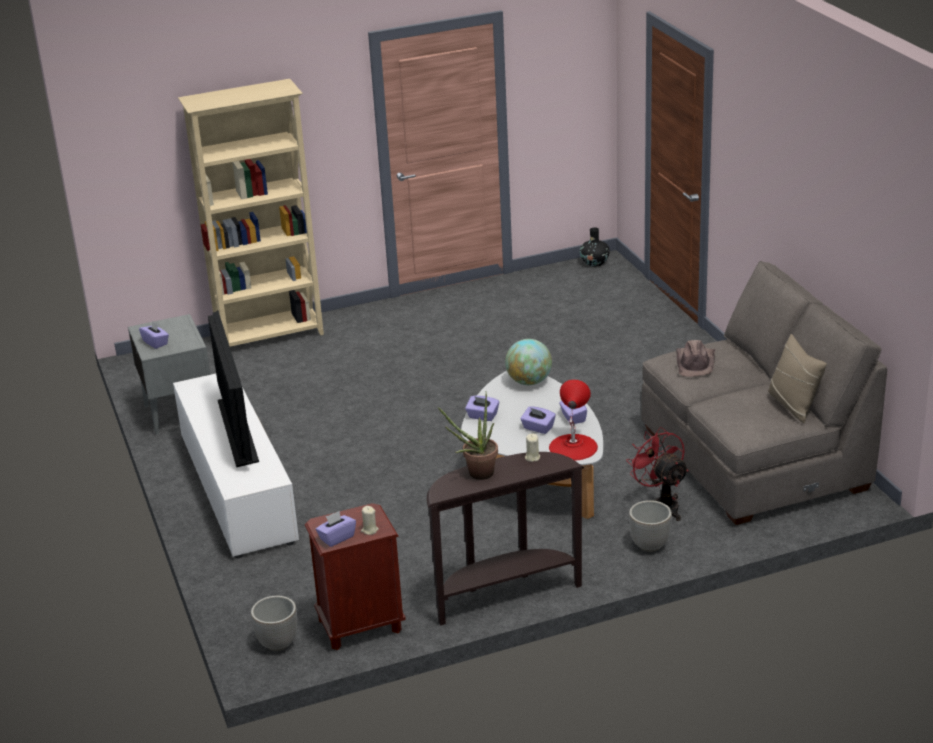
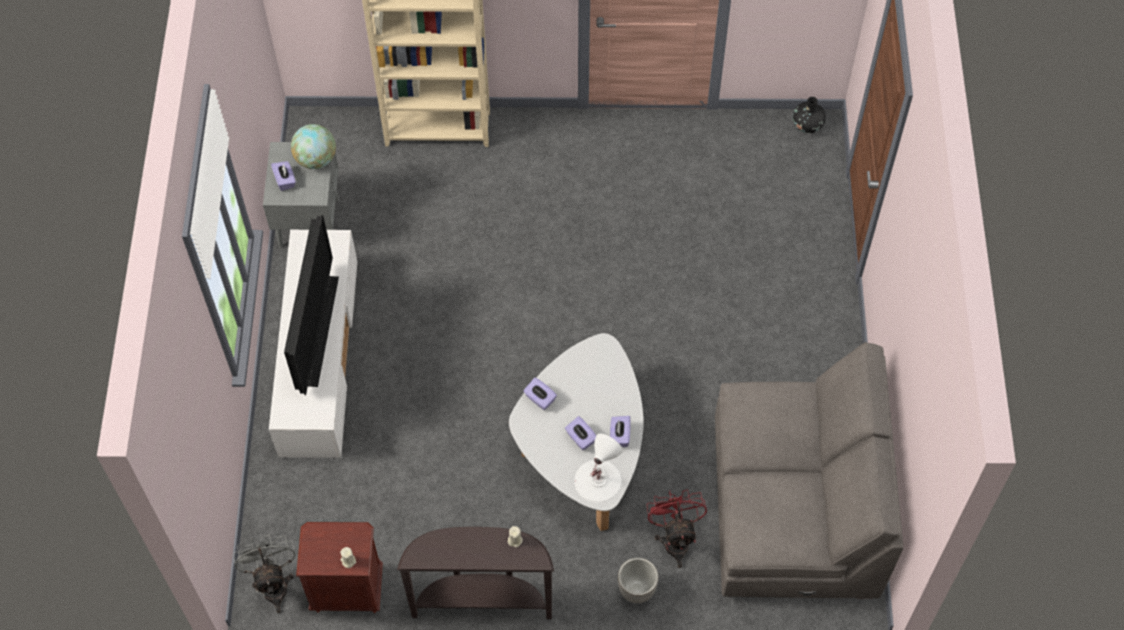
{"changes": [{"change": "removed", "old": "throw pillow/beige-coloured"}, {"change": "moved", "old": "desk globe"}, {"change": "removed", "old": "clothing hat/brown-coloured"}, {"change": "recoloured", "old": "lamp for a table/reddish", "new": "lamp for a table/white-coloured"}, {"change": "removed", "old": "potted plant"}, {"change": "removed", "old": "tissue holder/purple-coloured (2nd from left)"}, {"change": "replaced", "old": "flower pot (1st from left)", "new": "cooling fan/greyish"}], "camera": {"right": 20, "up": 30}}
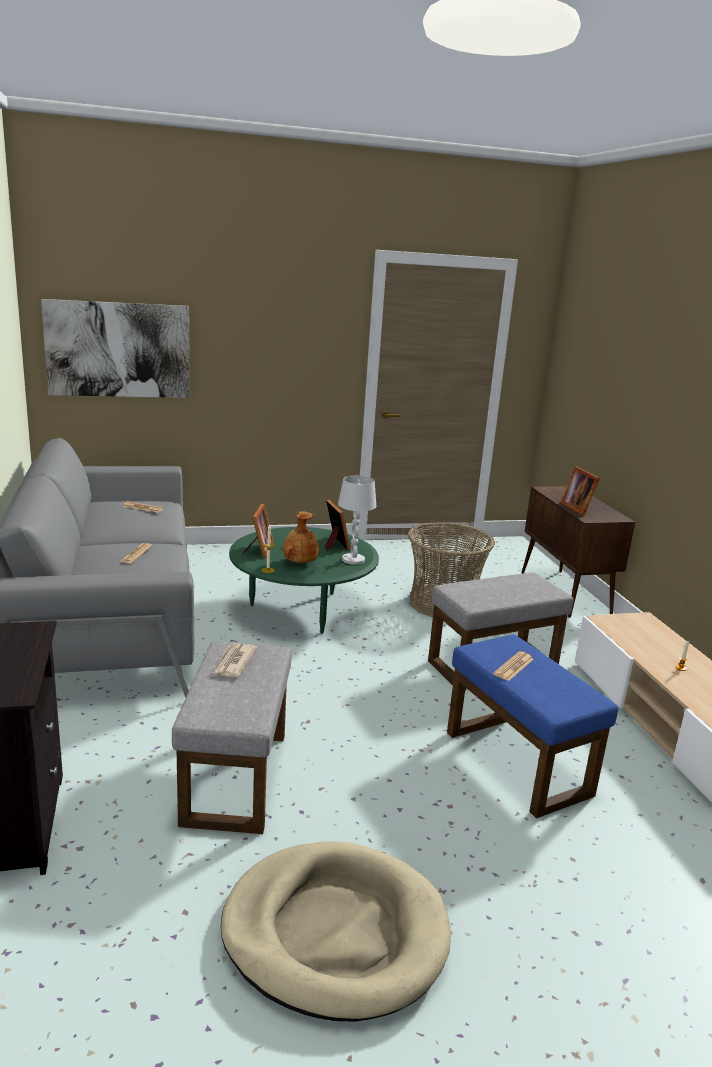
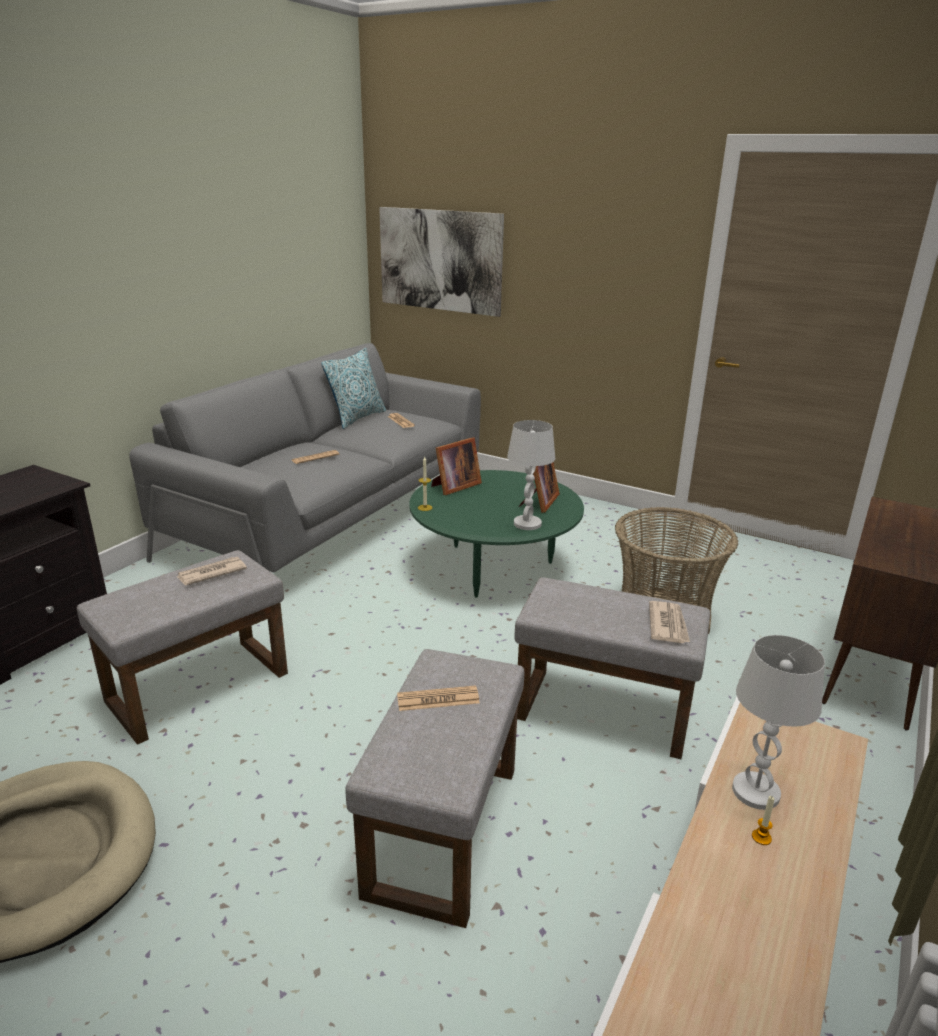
{"changes": [{"change": "removed", "old": "photo frame (3rd from left)"}, {"change": "removed", "old": "decorative vase/brown-coloured"}, {"change": "recoloured", "old": "footrest/blue", "new": "footrest/greyish (2nd from left)"}, {"change": "added", "new": "throw pillow"}, {"change": "added", "new": "newspaper (5th from left)"}, {"change": "added", "new": "lamp for a table/white-coloured (2nd from left)"}], "camera": {"right": 45, "up": 5}}
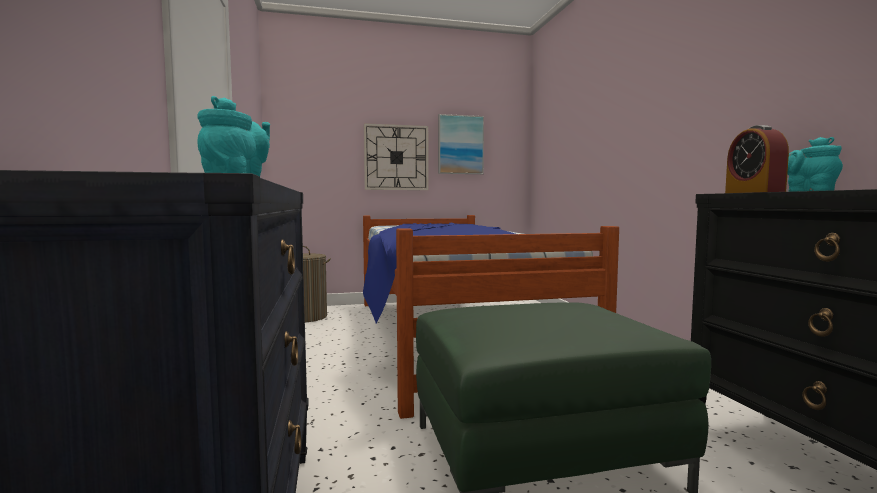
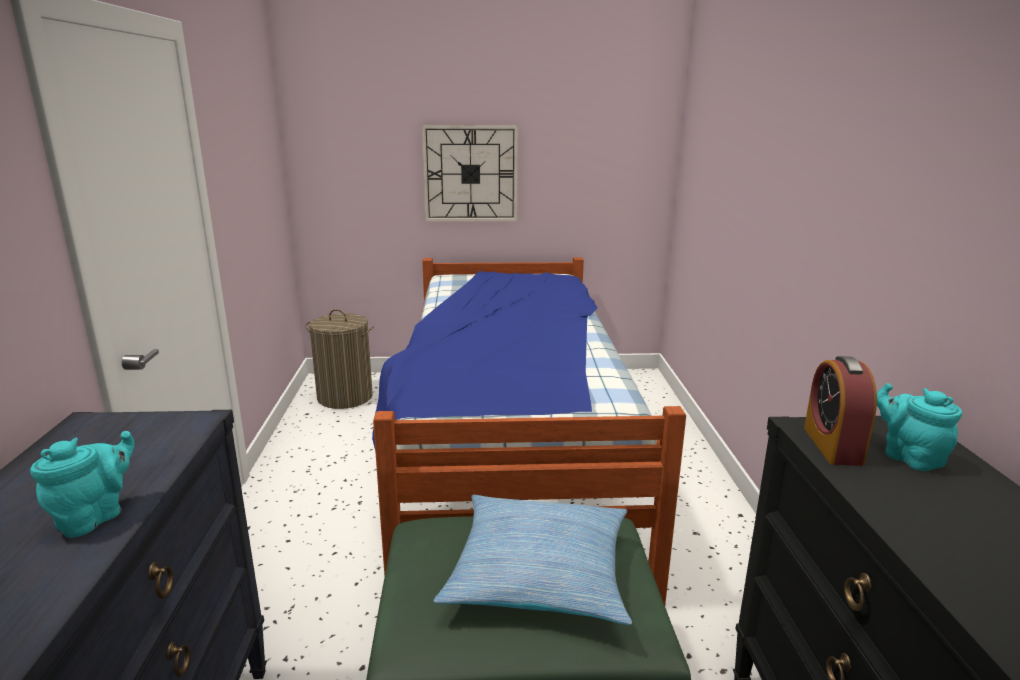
{"changes": [{"change": "removed", "old": "wall picture"}, {"change": "added", "new": "throw pillow"}], "camera": {"right": 10, "up": 15}}
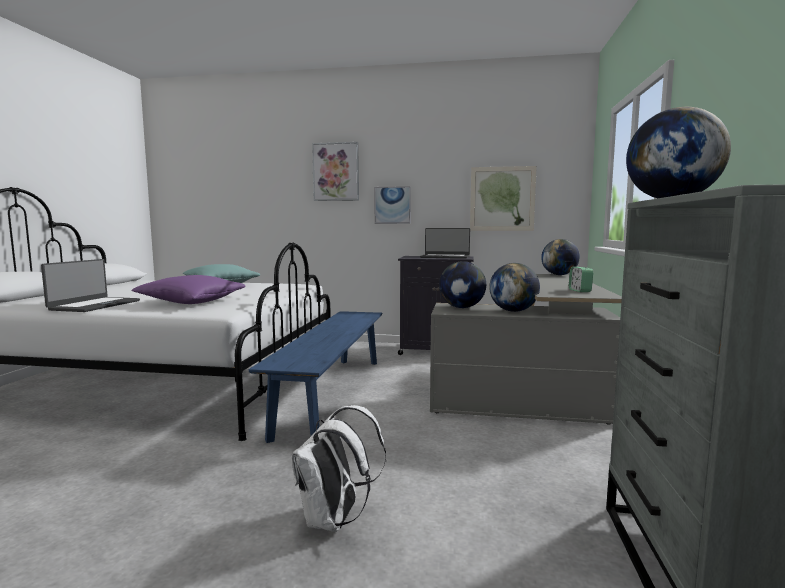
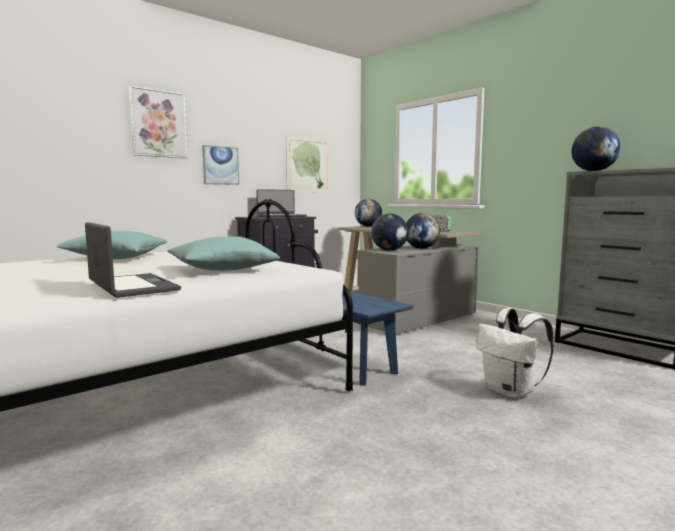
{"changes": [{"change": "recoloured", "old": "throw pillow/purple-coloured", "new": "throw pillow/blue-green (2nd from left)"}], "camera": {"right": -50, "up": 0}}
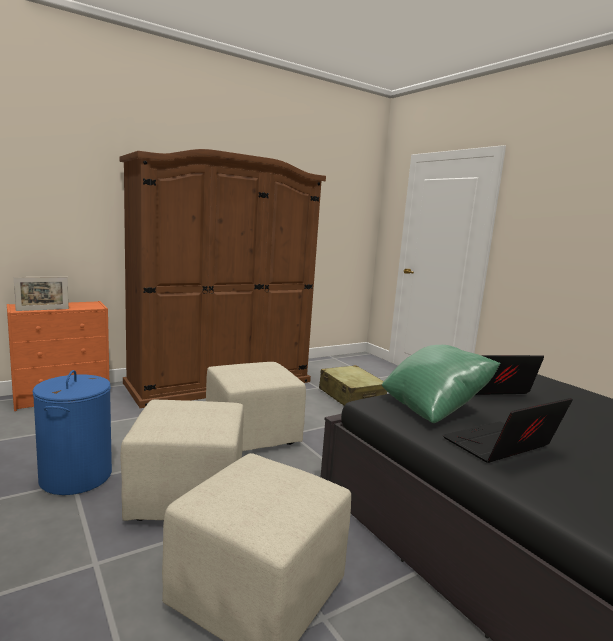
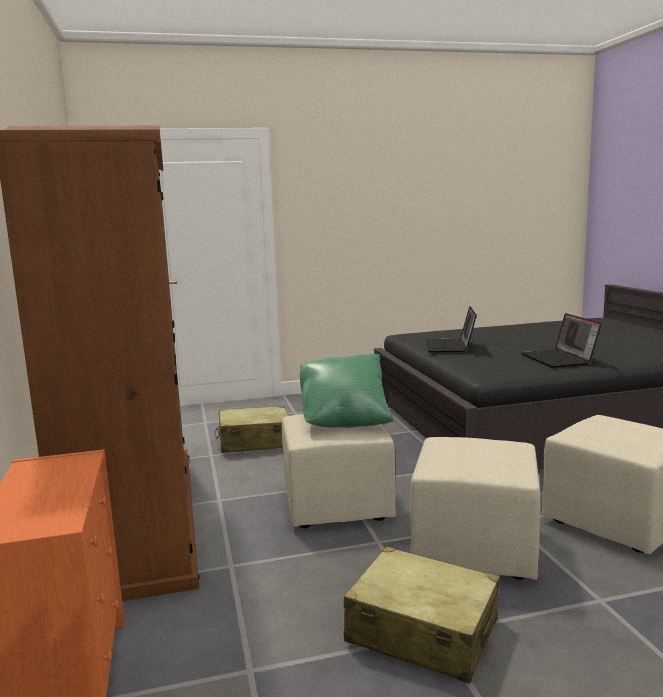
{"changes": [{"change": "removed", "old": "photo frame"}, {"change": "moved", "old": "throw pillow/green"}, {"change": "replaced", "old": "washing basket/blue", "new": "suitcase/beige-coloured (2nd from left)"}], "camera": {"right": -70, "up": 0}}
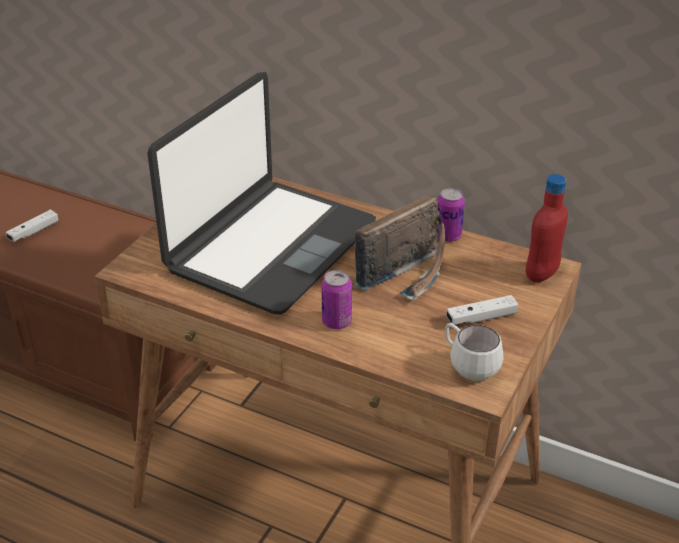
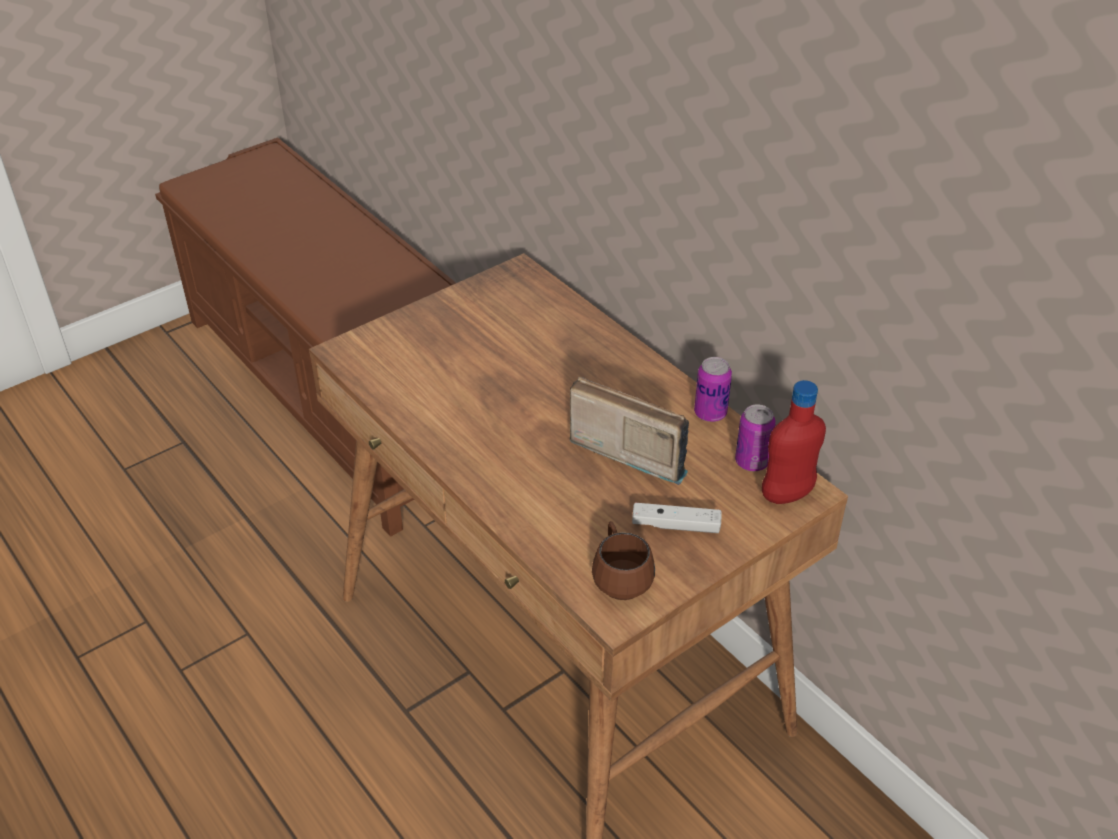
{"changes": [{"change": "removed", "old": "portable computer"}, {"change": "turned", "old": "radio", "degrees": -135}, {"change": "removed", "old": "gamepad/white-coloured (1st from left)"}, {"change": "moved", "old": "metal can (1st from left in the first image)", "new": "metal can (2nd from left)"}, {"change": "recoloured", "old": "mug/white-coloured", "new": "mug/brown-coloured"}], "camera": {"right": 25, "up": 5}}
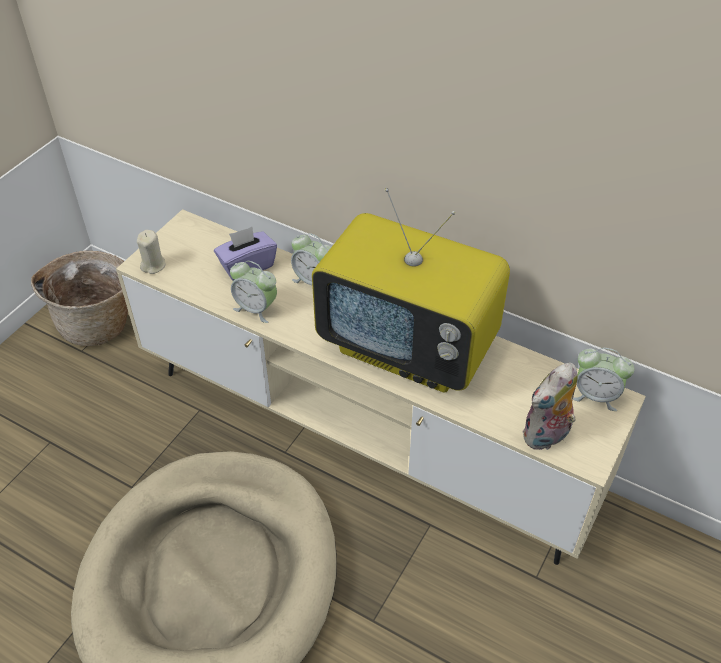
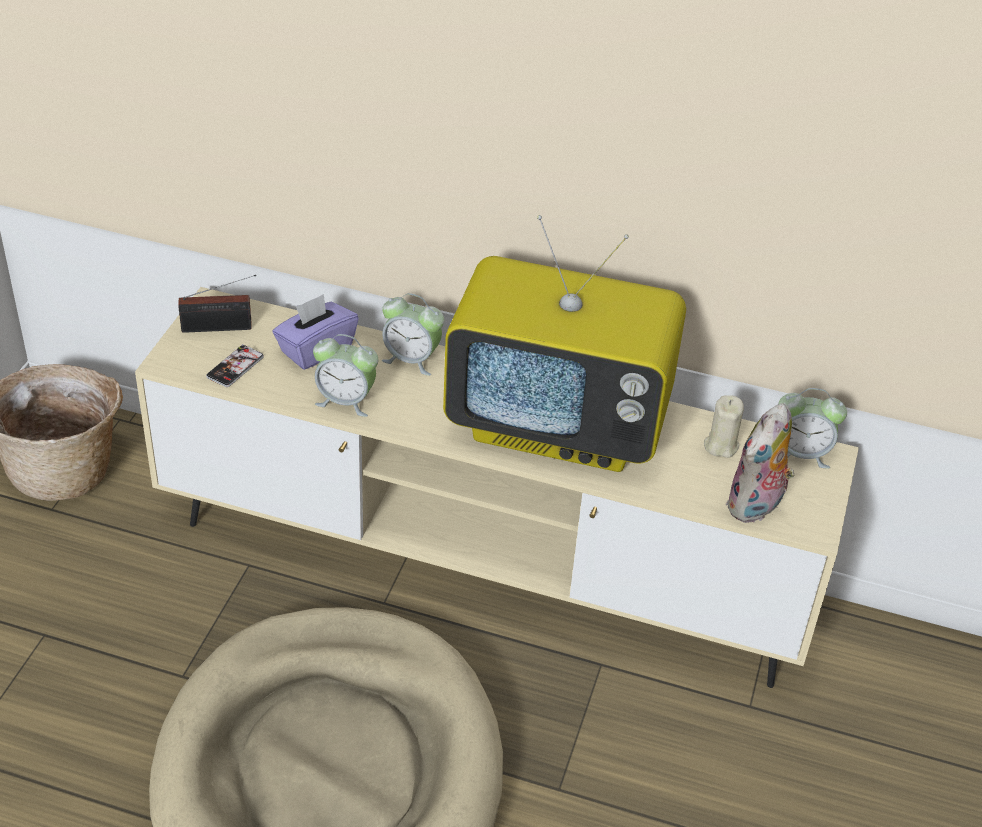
{"changes": [{"change": "moved", "old": "wax candle/beige-coloured"}, {"change": "added", "new": "radio"}, {"change": "added", "new": "phone"}], "camera": {"right": -15, "up": -5}}
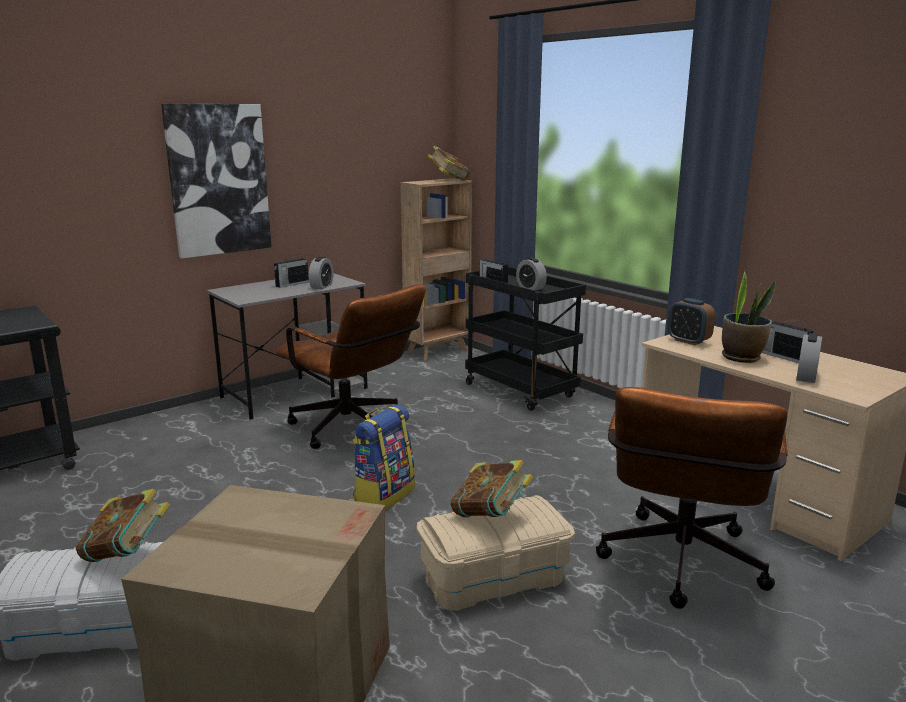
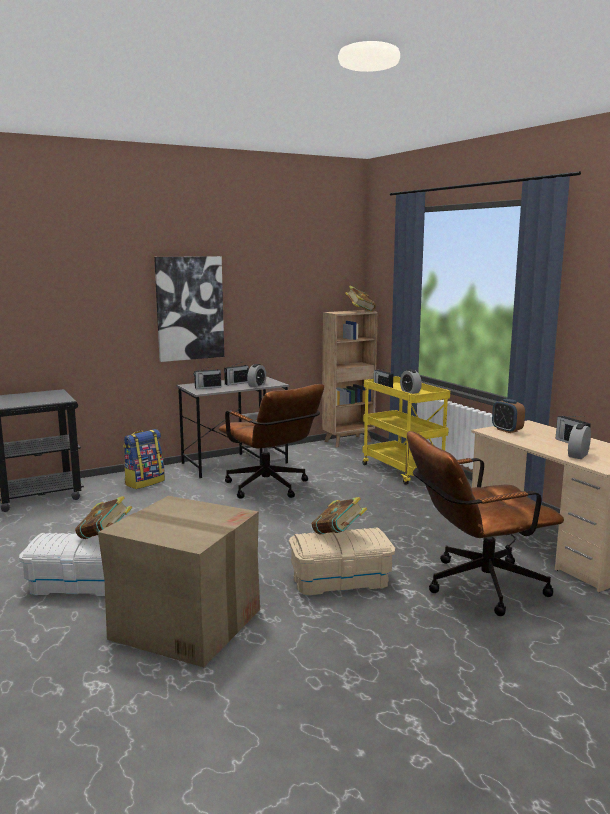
{"changes": [{"change": "recoloured", "old": "trolley/blackish (2nd from left)", "new": "trolley/yellowish"}, {"change": "removed", "old": "potted plant"}, {"change": "turned", "old": "desk chair/brown-coloured (2nd from left)", "degrees": 45}, {"change": "moved", "old": "backpack"}, {"change": "added", "new": "radio (1st from left)"}], "camera": {"right": 10, "up": -5}}
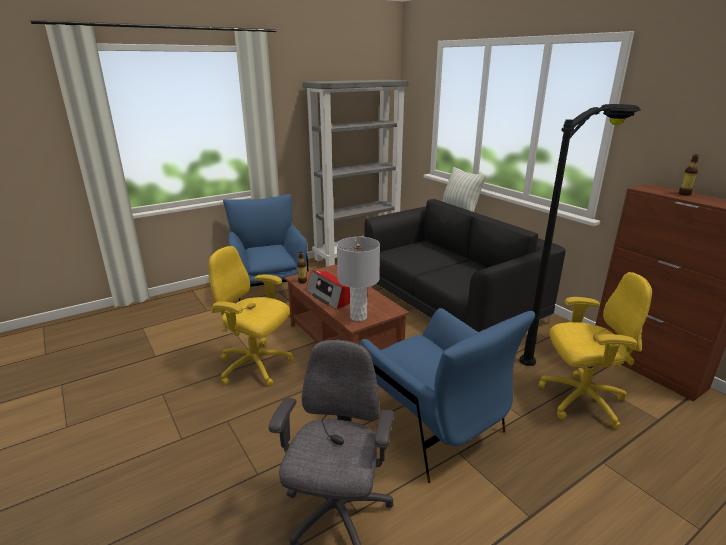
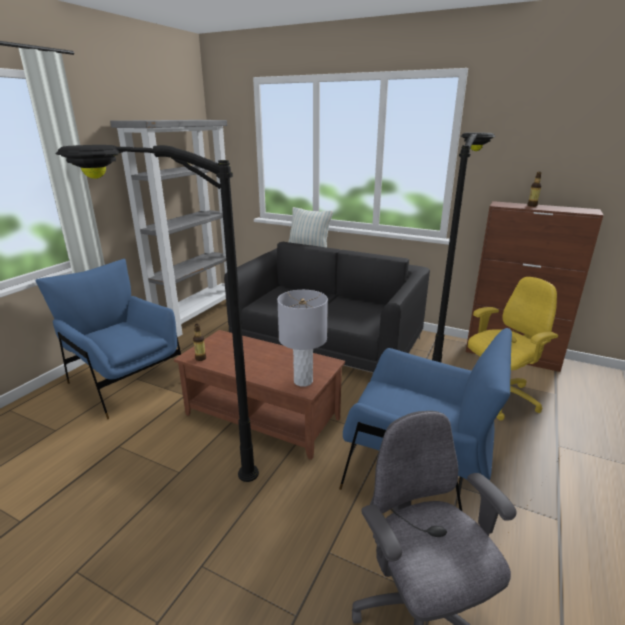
{"changes": [{"change": "replaced", "old": "desk chair/yellowish (1st from left)", "new": "standard lamp/blackish (1st from left)"}, {"change": "removed", "old": "radio"}], "camera": {"right": -30, "up": 0}}
